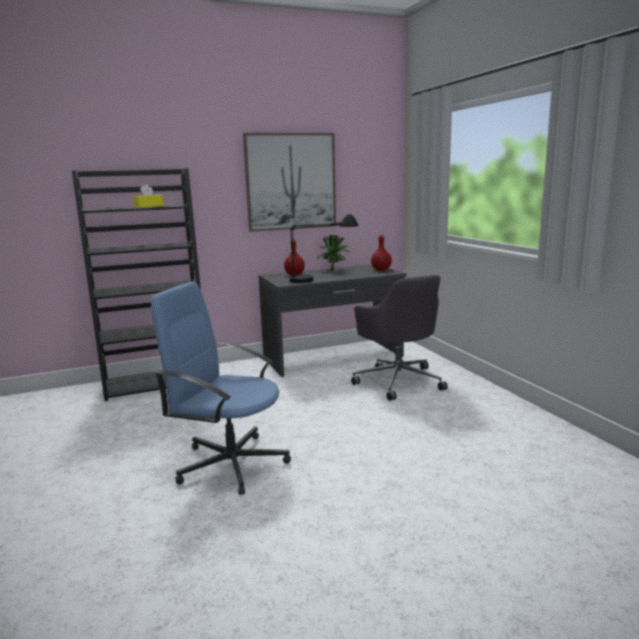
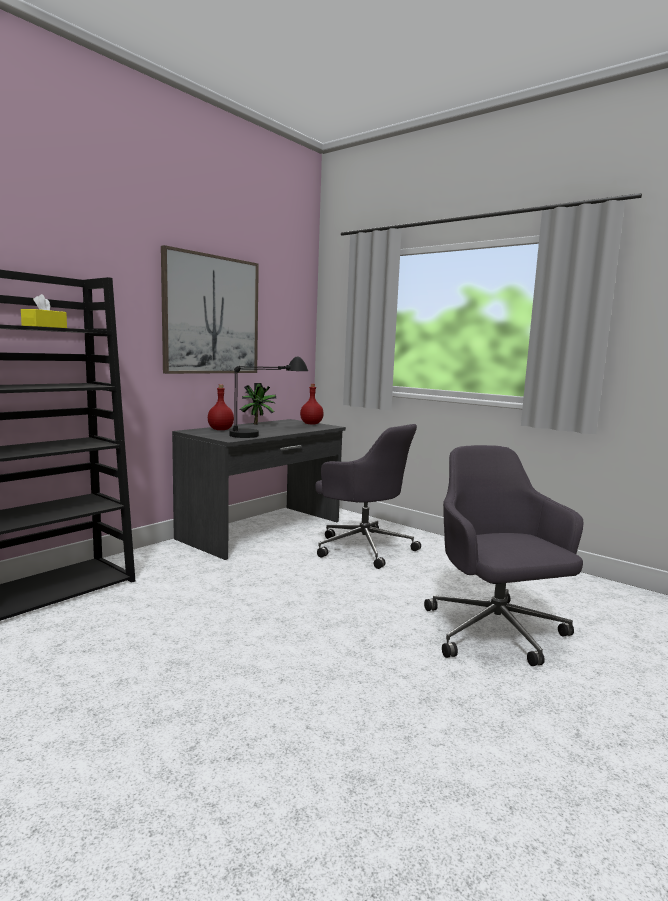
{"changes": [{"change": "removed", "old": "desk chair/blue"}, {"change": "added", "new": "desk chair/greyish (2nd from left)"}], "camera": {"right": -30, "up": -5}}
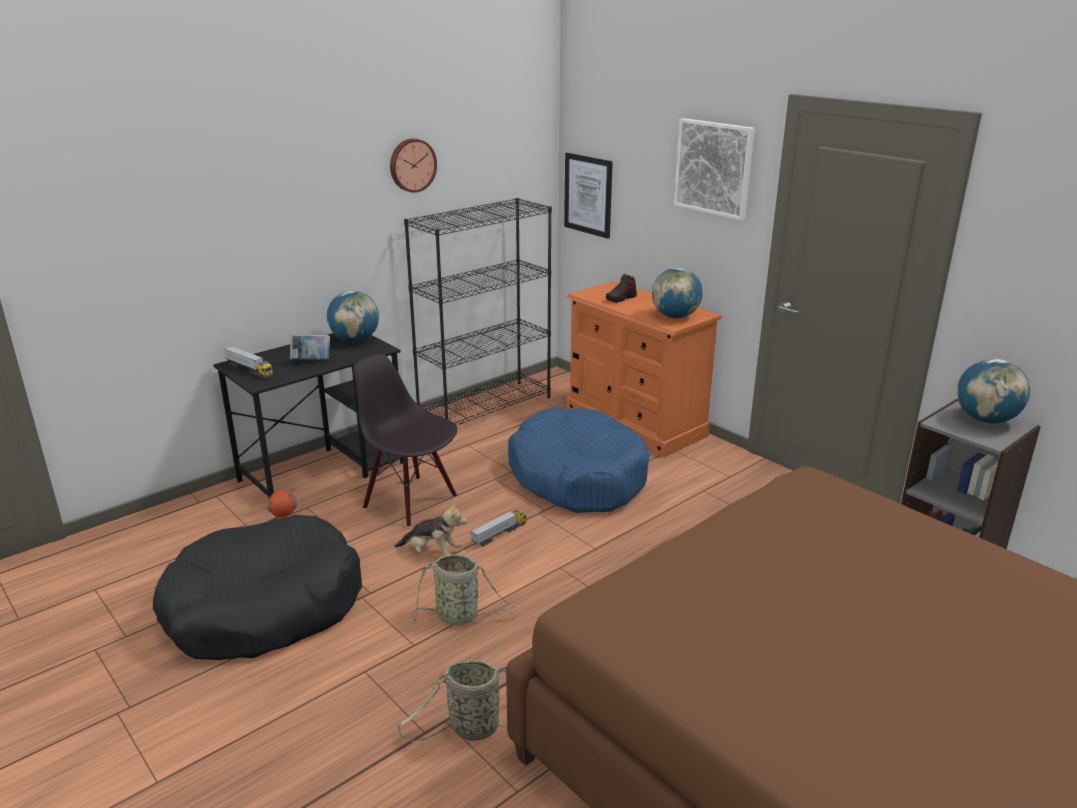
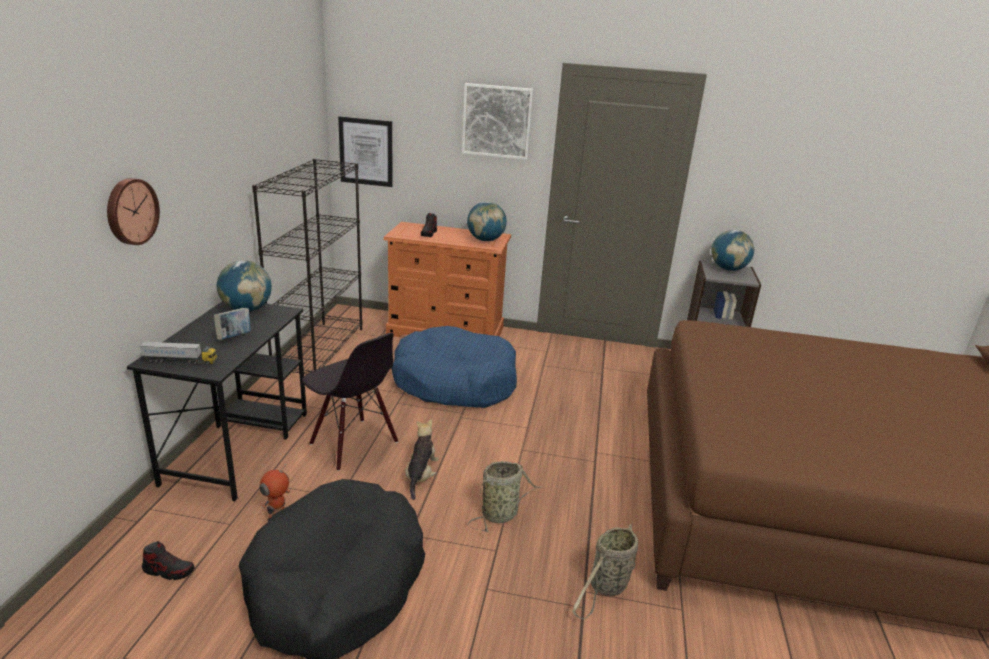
{"changes": [{"change": "moved", "old": "hanging clock"}, {"change": "turned", "old": "chair/blackish", "degrees": -135}, {"change": "turned", "old": "plush toy", "degrees": -60}, {"change": "removed", "old": "toy truck (2nd from left)"}, {"change": "added", "new": "shoe (1st from left)"}], "camera": {"right": -40, "up": 0}}
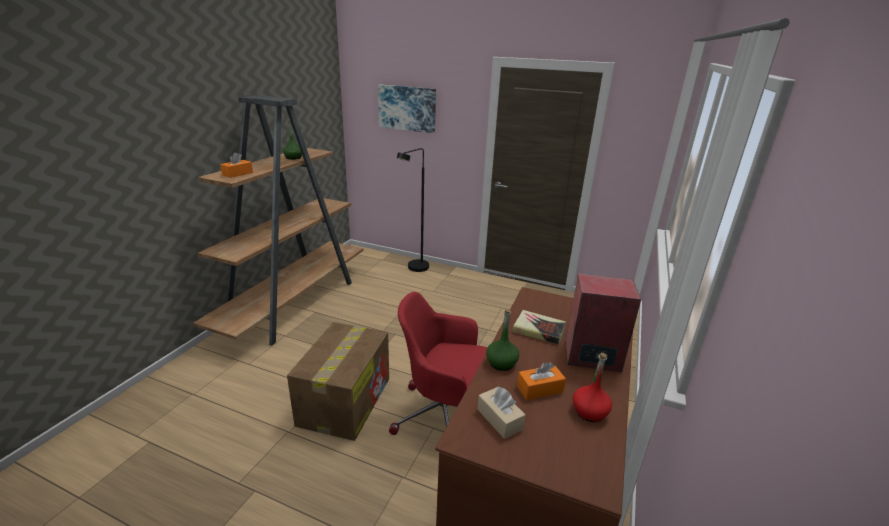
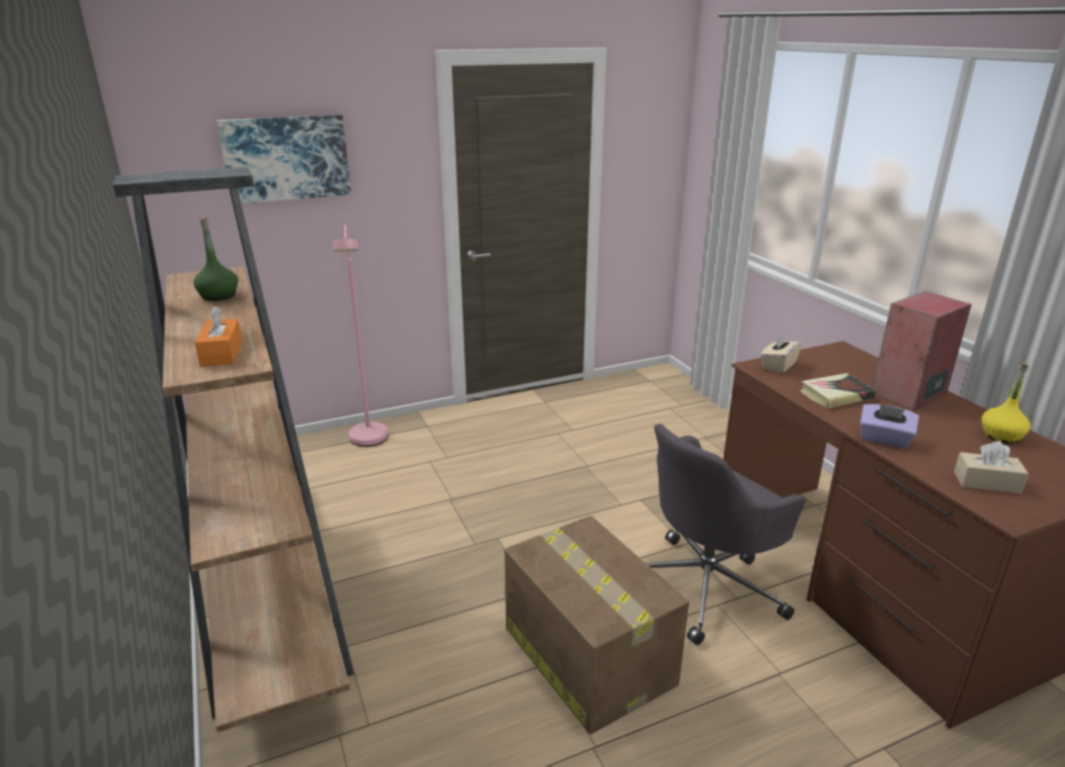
{"changes": [{"change": "recoloured", "old": "standard lamp/blackish", "new": "standard lamp/pink-coloured"}, {"change": "recoloured", "old": "desk chair/reddish", "new": "desk chair/greyish"}, {"change": "replaced", "old": "bottle/green (2nd from left)", "new": "tissue holder/purple-coloured"}, {"change": "recoloured", "old": "bottle/reddish", "new": "bottle/yellowish"}, {"change": "removed", "old": "tissue holder/orange (2nd from left)"}, {"change": "added", "new": "tissue holder/beige-coloured (1st from left)"}], "camera": {"right": -45, "up": 0}}
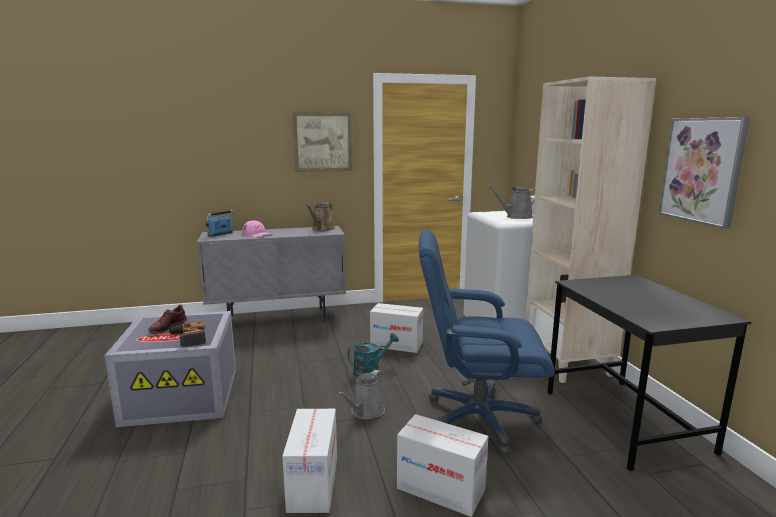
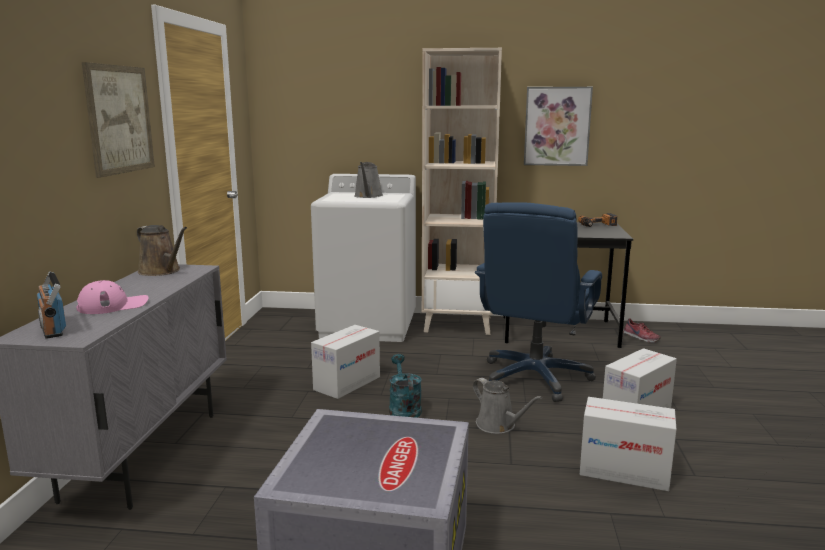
{"changes": [{"change": "moved", "old": "shoe"}, {"change": "moved", "old": "electric drill"}], "camera": {"right": -70, "up": 0}}
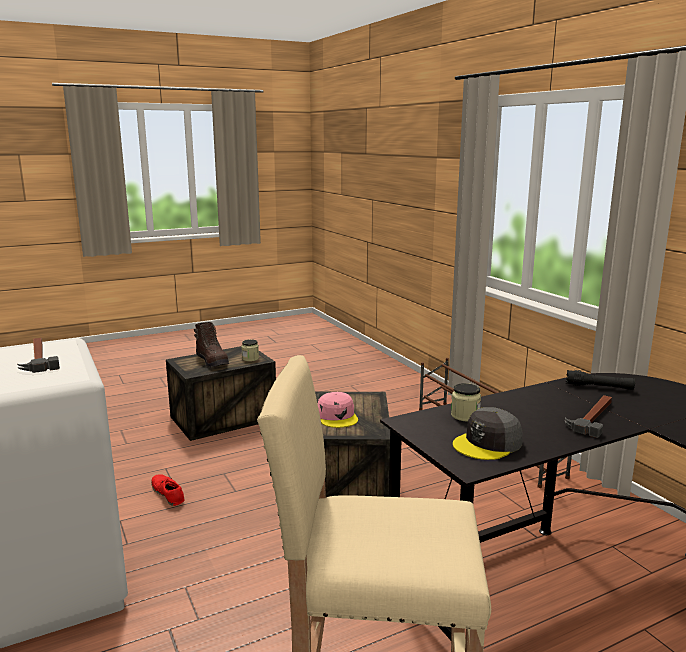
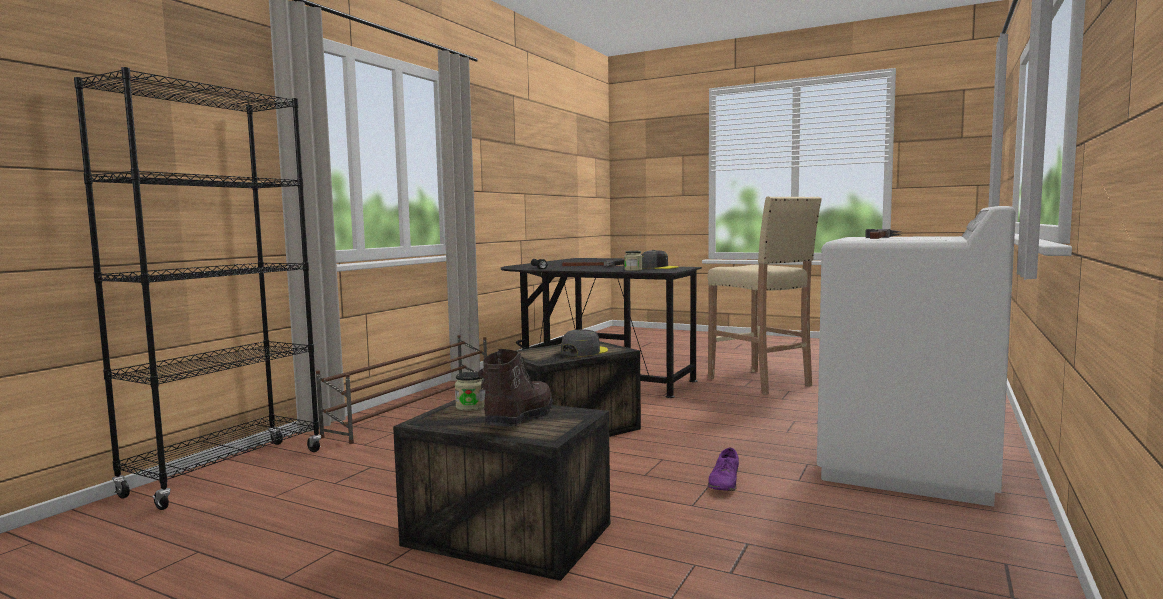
{"changes": [{"change": "recoloured", "old": "cap/pink-coloured", "new": "cap/greyish (1st from left)"}, {"change": "recoloured", "old": "shoe/reddish", "new": "shoe/purple-coloured"}, {"change": "added", "new": "shelving unit/blackish"}], "camera": {"right": -125, "up": -10}}
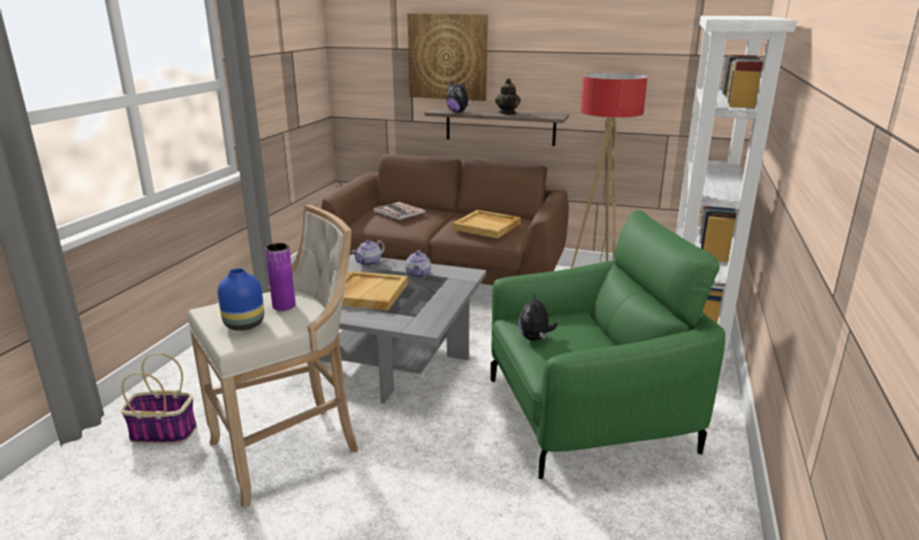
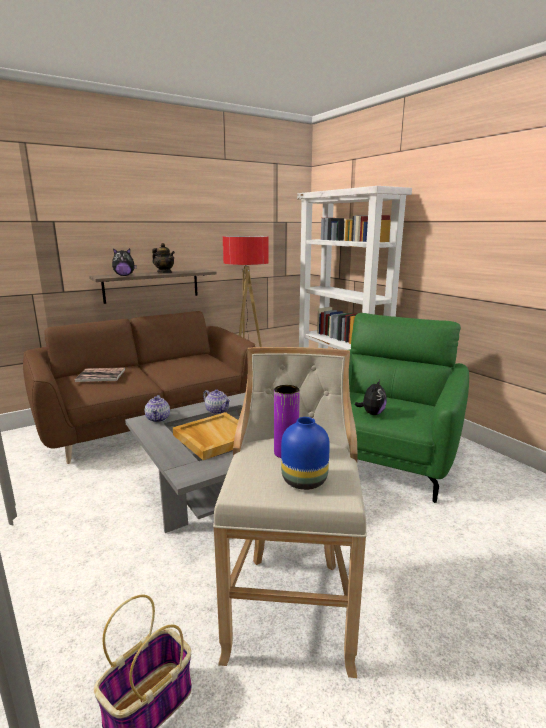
{"changes": [{"change": "removed", "old": "wall picture"}, {"change": "removed", "old": "serving tray/beige-coloured (2nd from left)"}, {"change": "turned", "old": "plush toy (2nd from left)", "degrees": -105}], "camera": {"right": -50, "up": -5}}
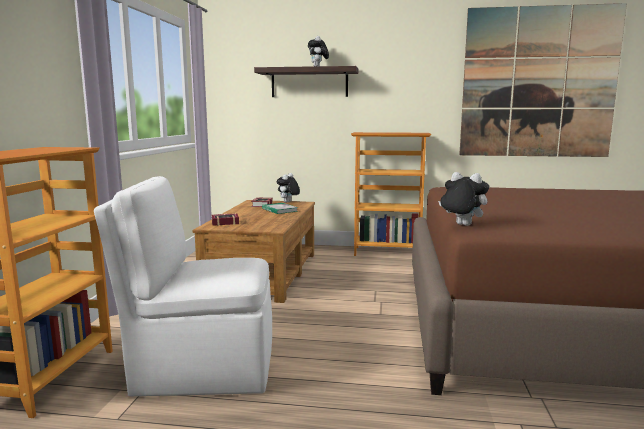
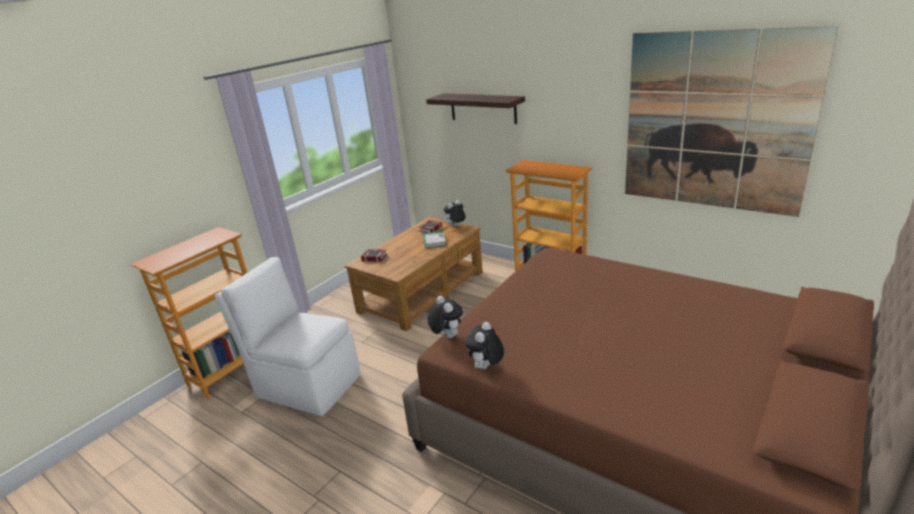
{"changes": [{"change": "moved", "old": "plush toy (2nd from left in the first image)", "new": "plush toy (3rd from left)"}], "camera": {"right": 30, "up": 15}}
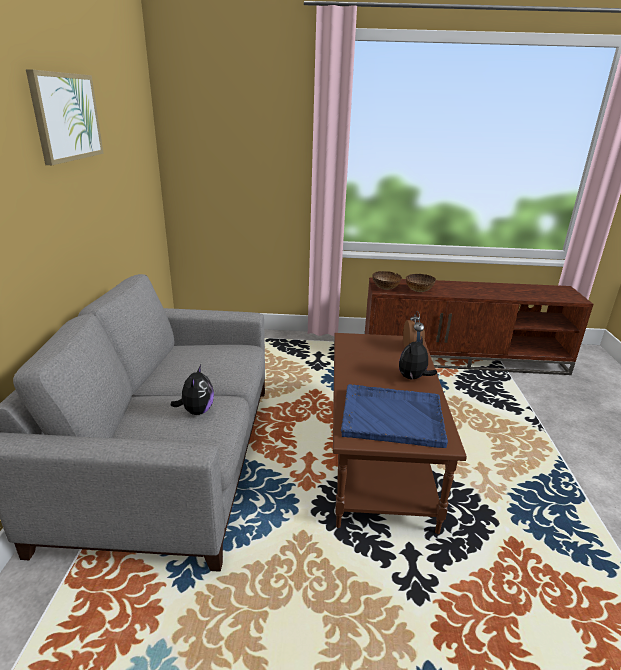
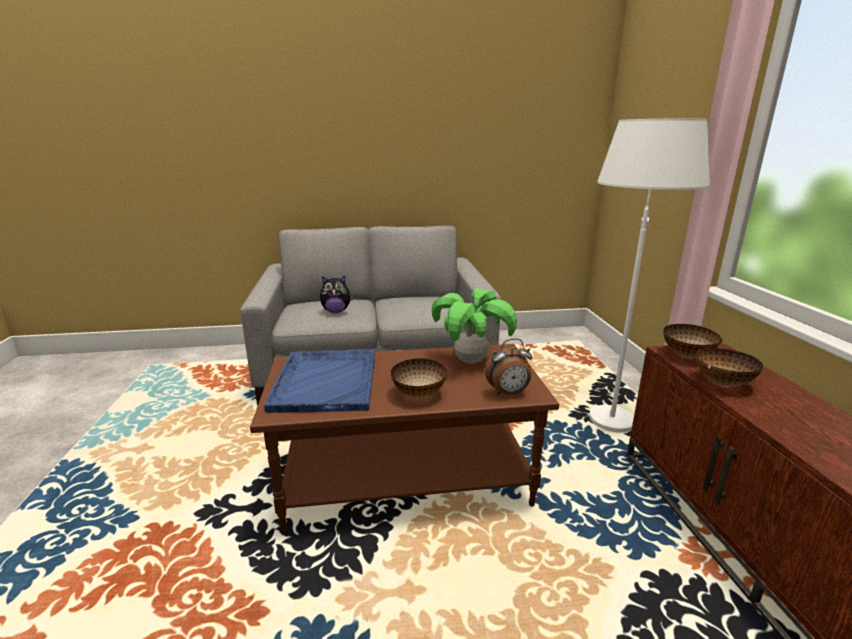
{"changes": [{"change": "removed", "old": "wall picture"}, {"change": "replaced", "old": "plush toy (2nd from left)", "new": "deep dish (1st from left)"}, {"change": "added", "new": "standard lamp/white-coloured"}, {"change": "added", "new": "potted plant"}], "camera": {"right": 80, "up": -5}}
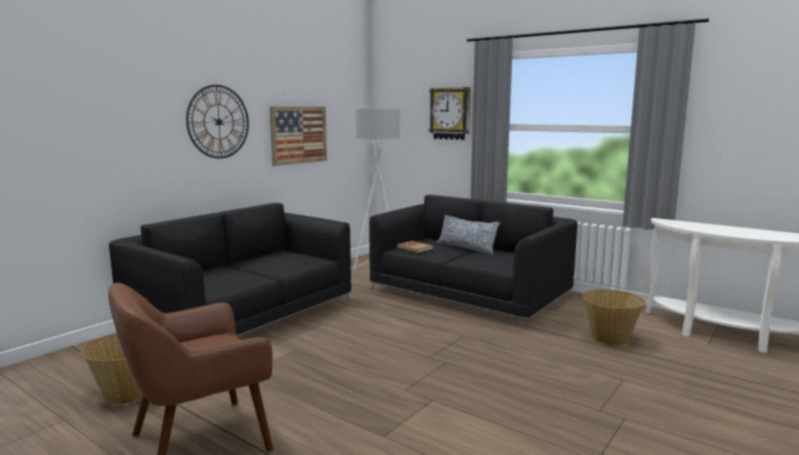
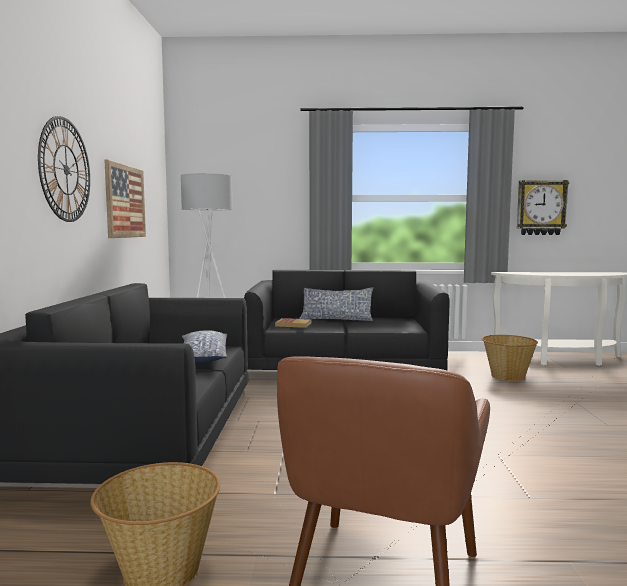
{"changes": [{"change": "moved", "old": "hanging clock (2nd from left)"}, {"change": "added", "new": "throw pillow (1st from left)"}], "camera": {"right": -35, "up": -5}}
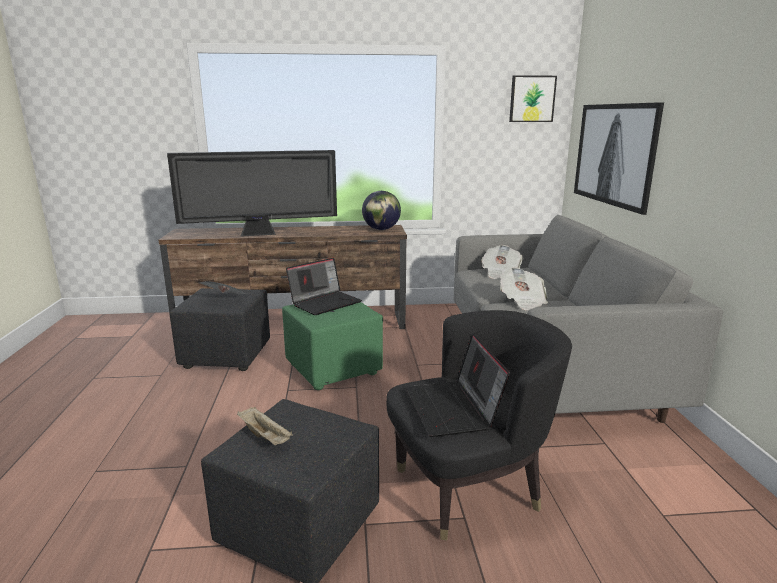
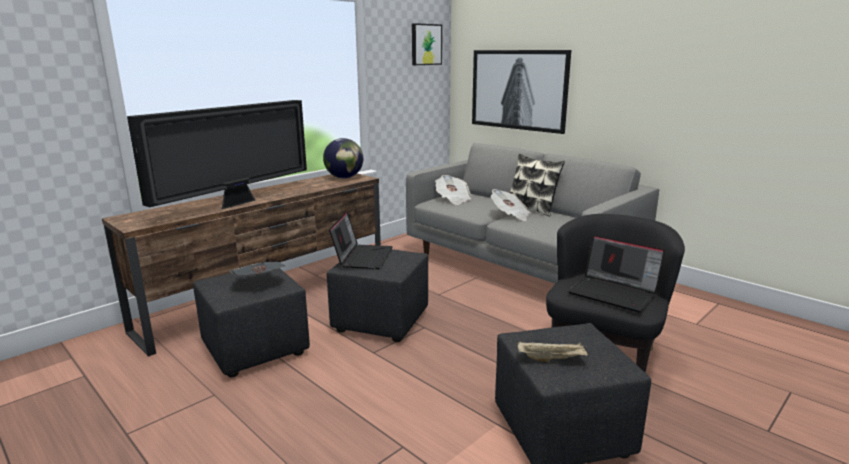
{"changes": [{"change": "recoloured", "old": "footrest/green", "new": "footrest/blackish (2nd from left)"}, {"change": "added", "new": "throw pillow"}], "camera": {"right": -40, "up": 0}}
